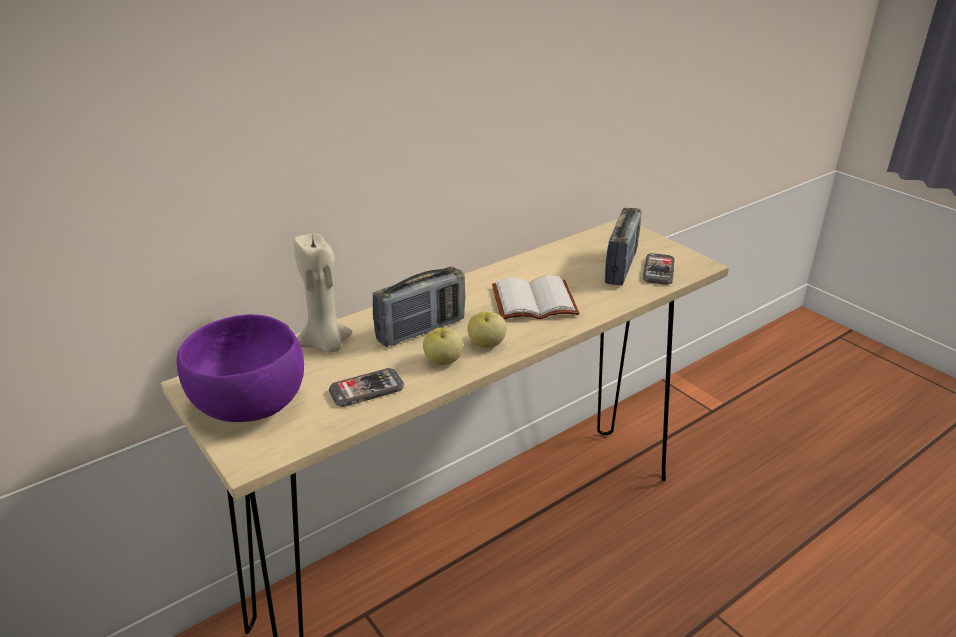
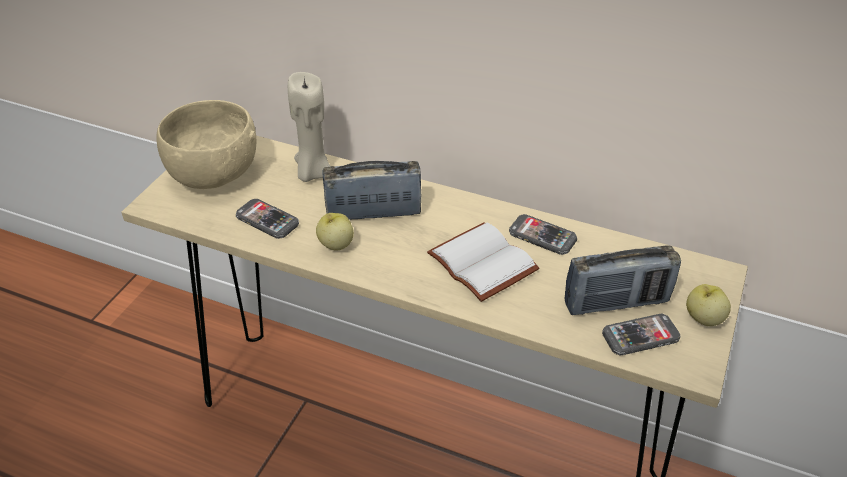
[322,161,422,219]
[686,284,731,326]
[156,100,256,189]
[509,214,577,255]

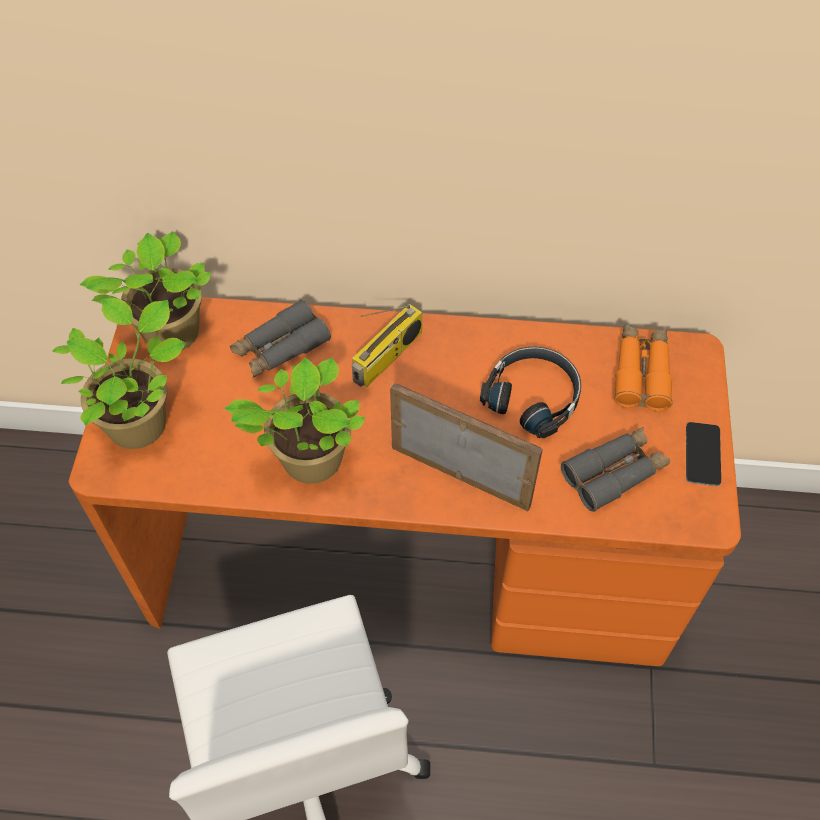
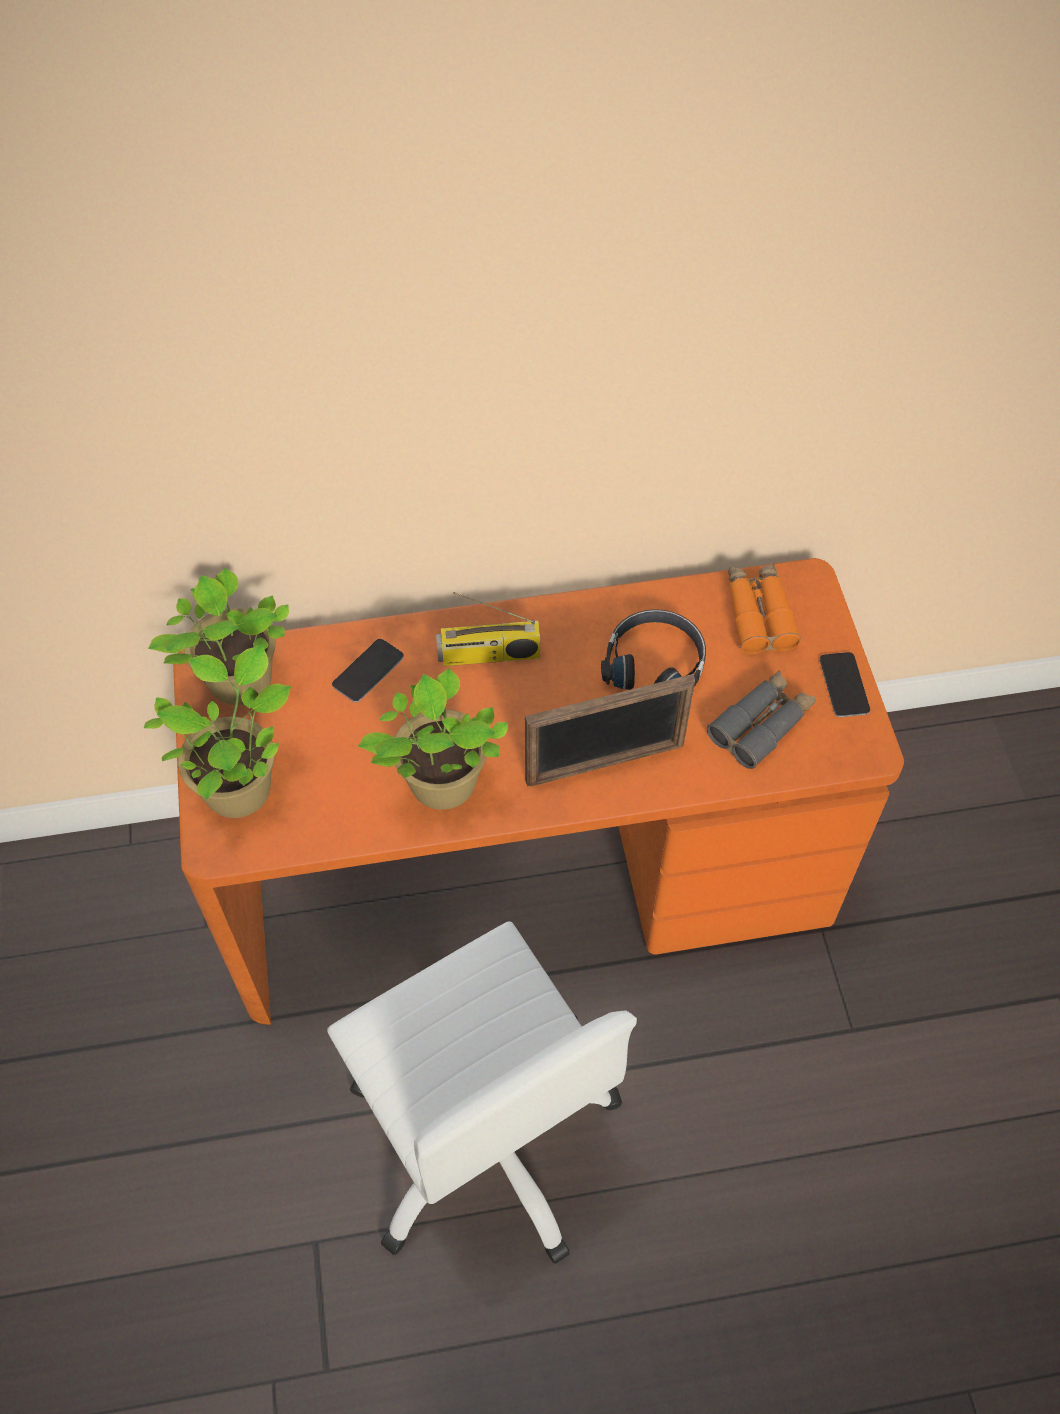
[332,639,404,702]
[436,592,540,666]
[525,674,695,787]

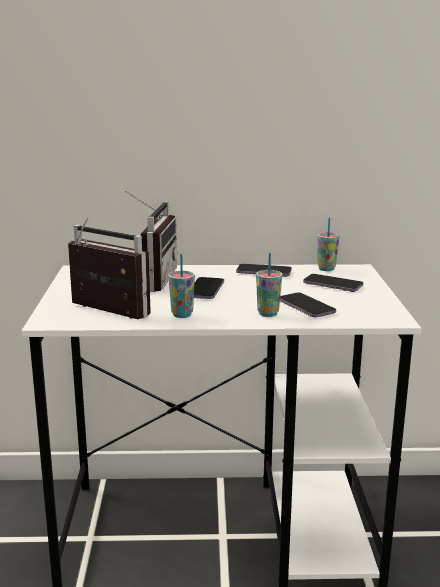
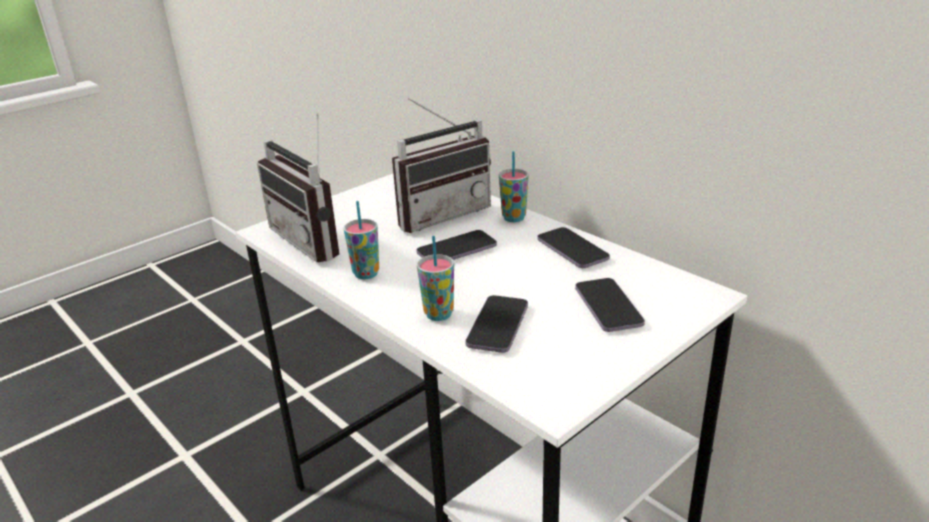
[257,113,339,262]
[499,151,529,222]

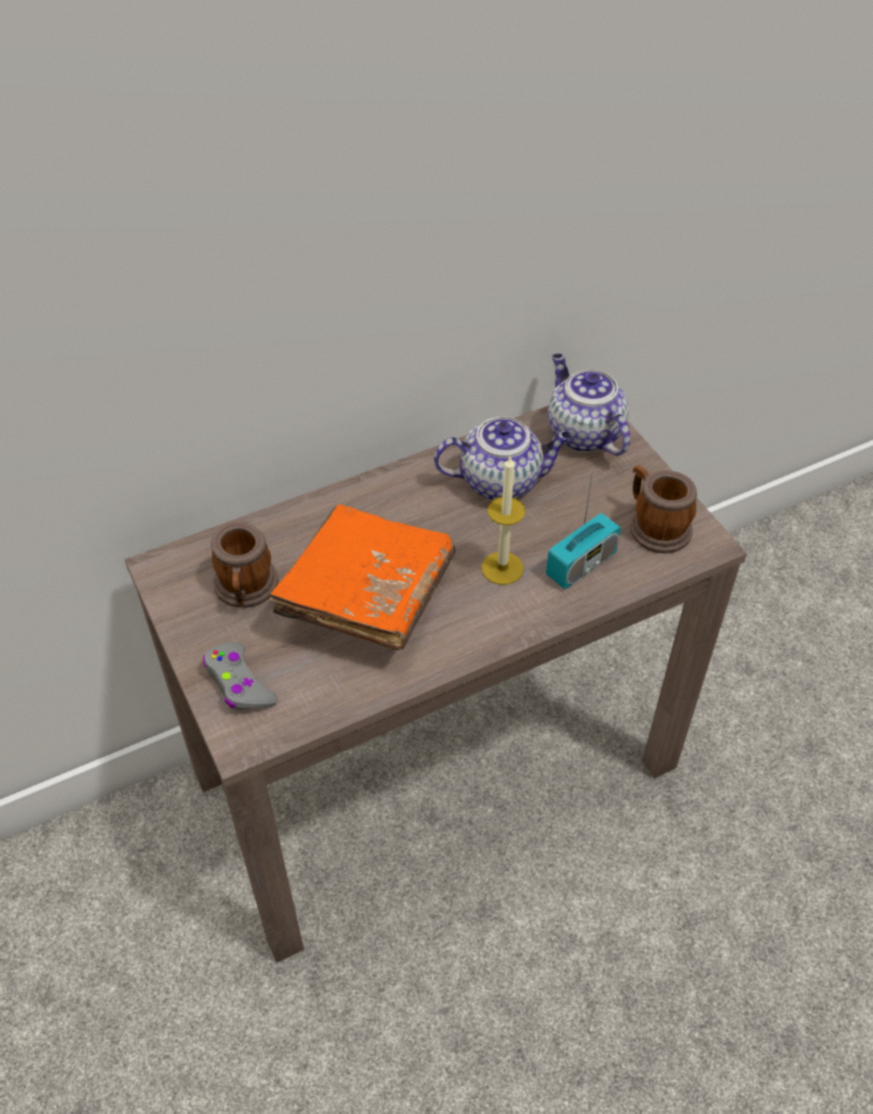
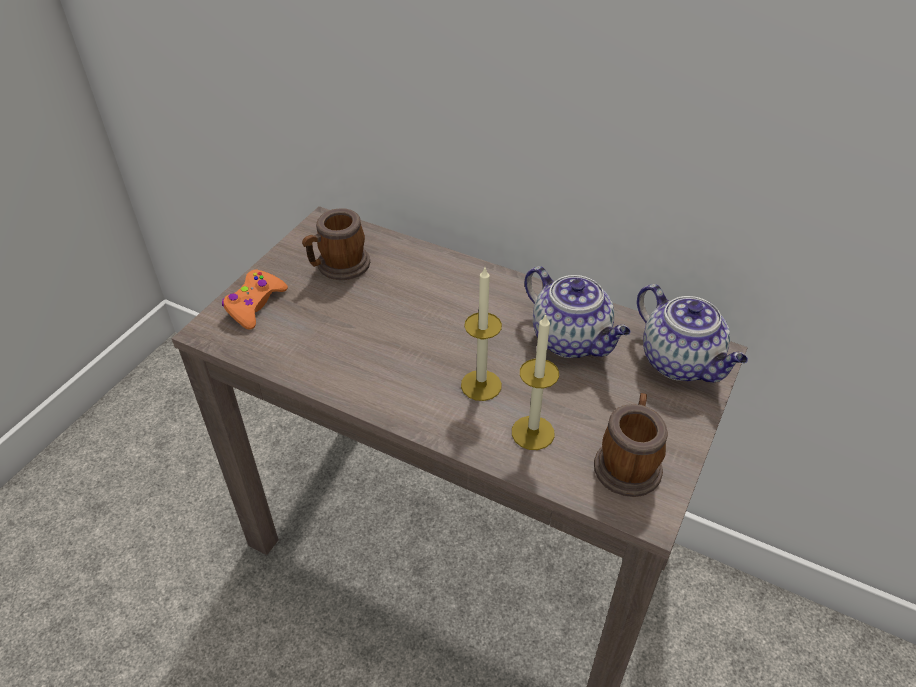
[637,284,748,382]
[512,314,559,450]
[269,504,455,651] (first image)
[222,270,288,330]

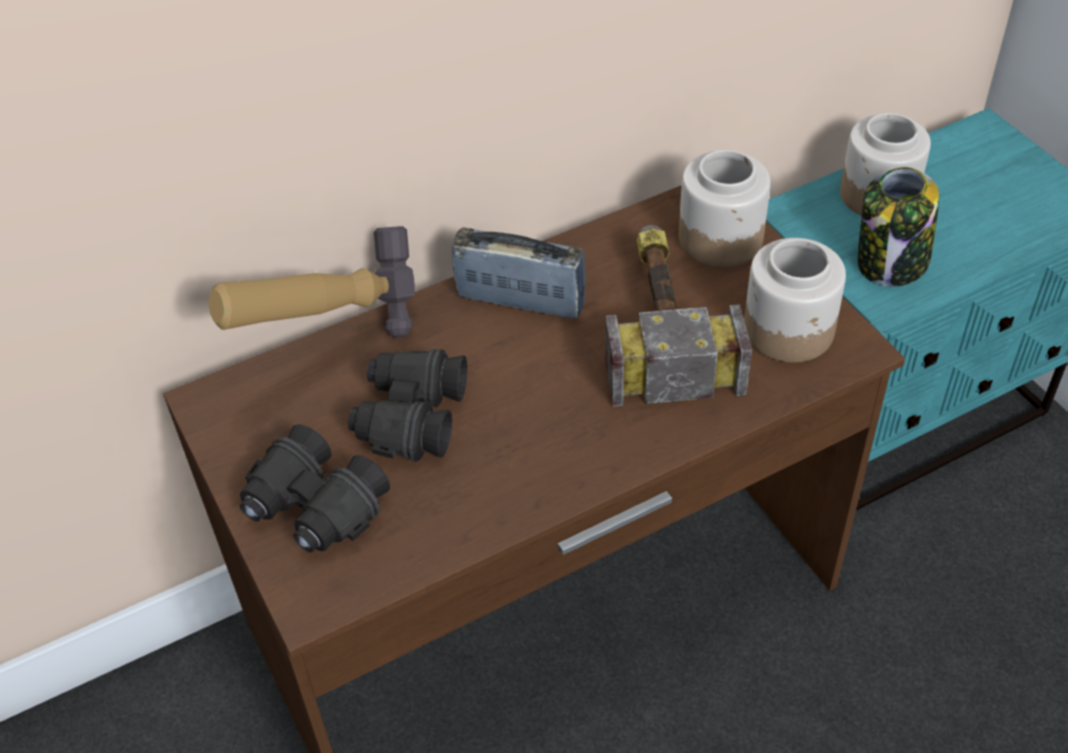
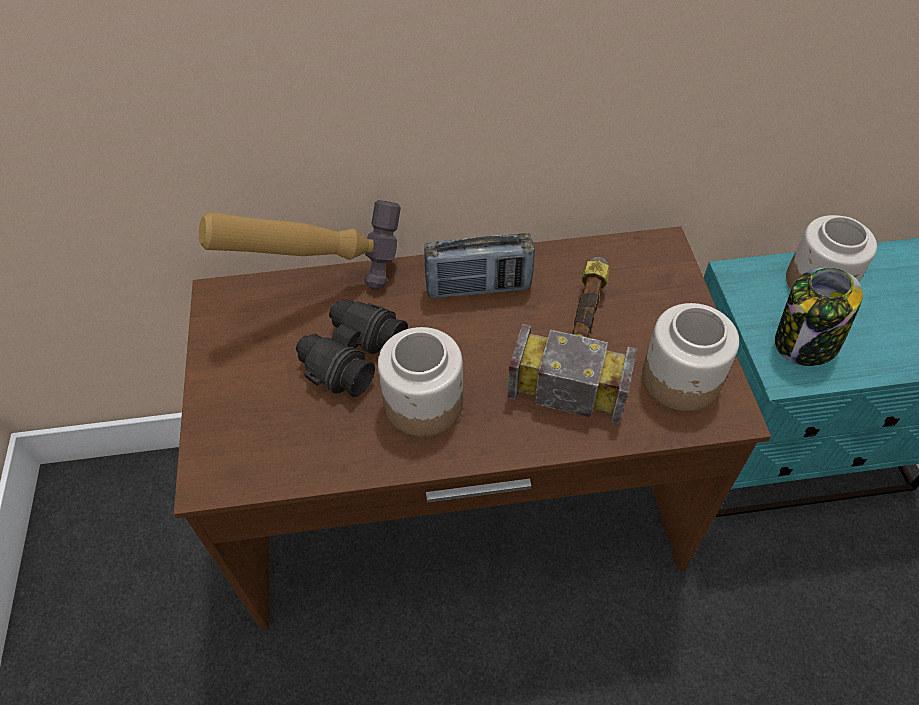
[378,327,463,437]
[424,233,535,298]
[240,424,390,553] (first image)

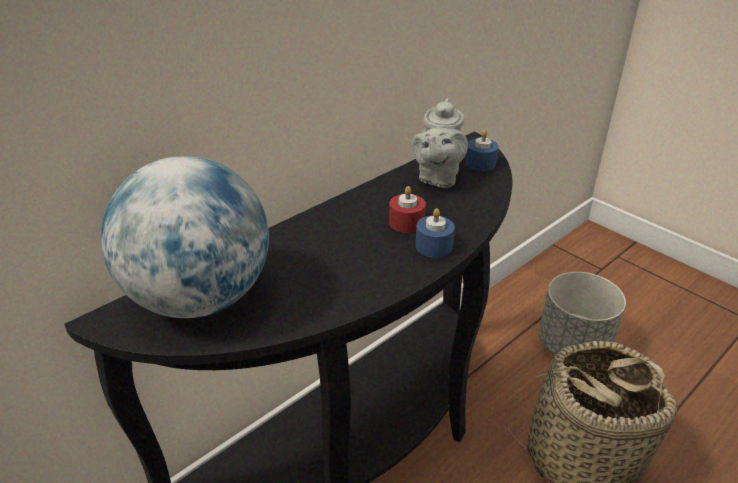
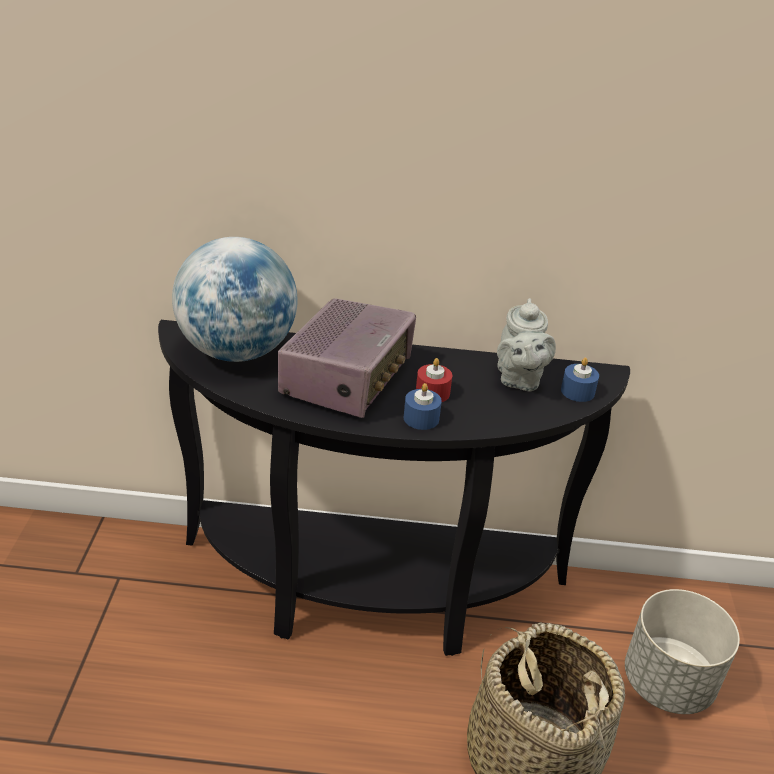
[497,298,556,391]
[278,298,416,418]

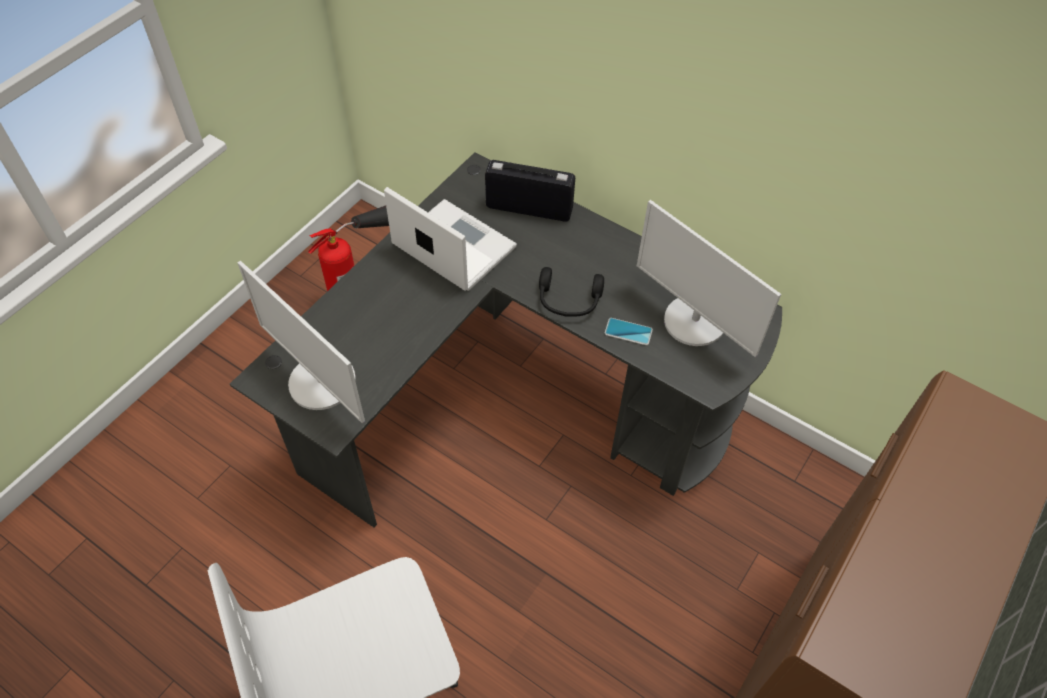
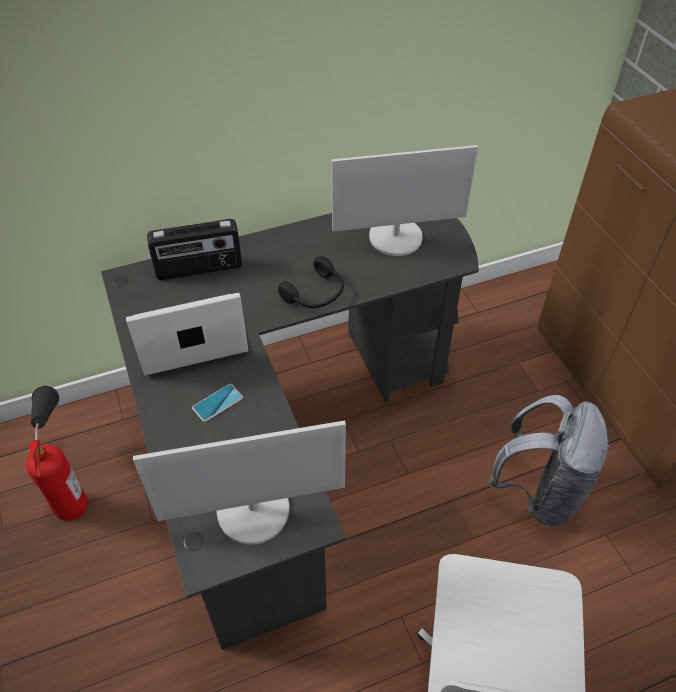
[147,219,242,280]
[192,384,243,422]
[489,395,610,526]

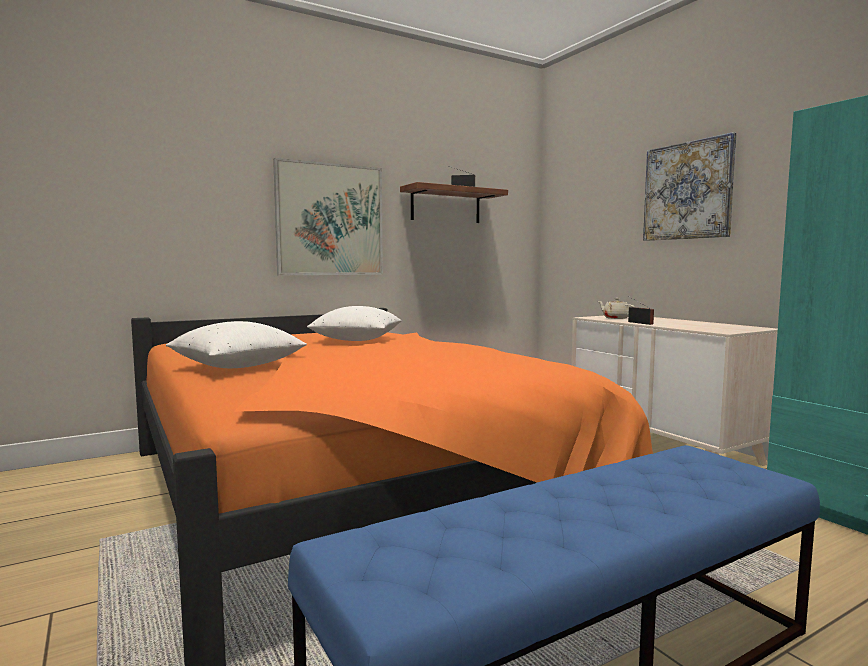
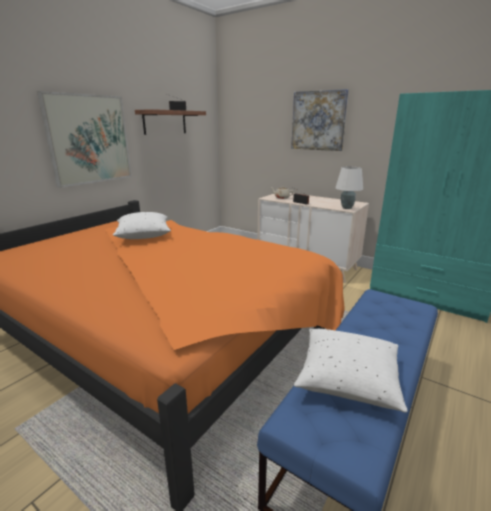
[294,329,408,413]
[335,167,363,209]

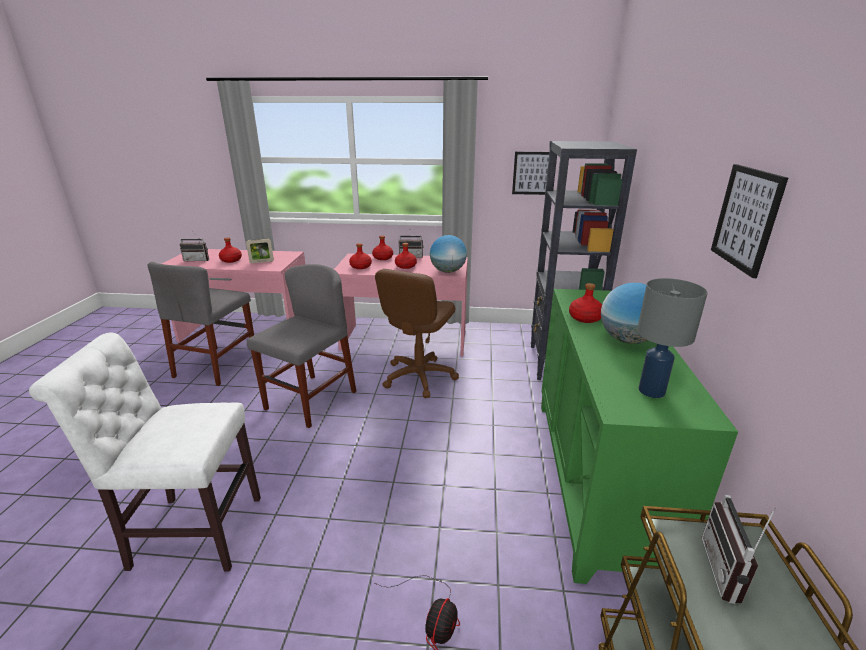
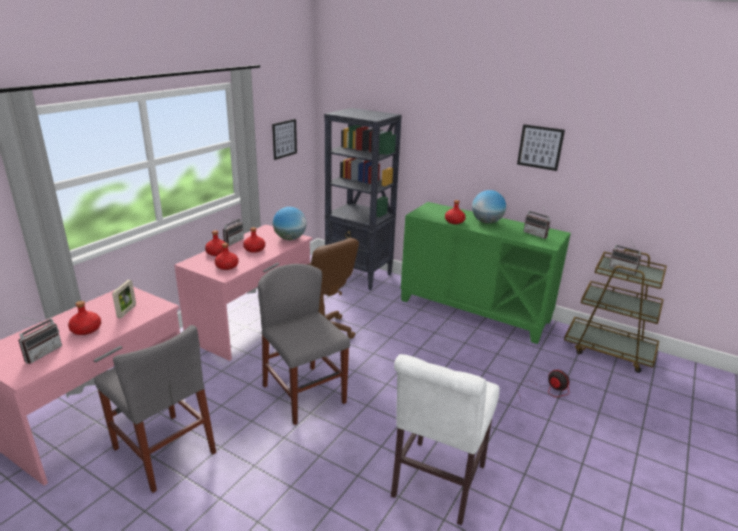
[523,205,550,239]

